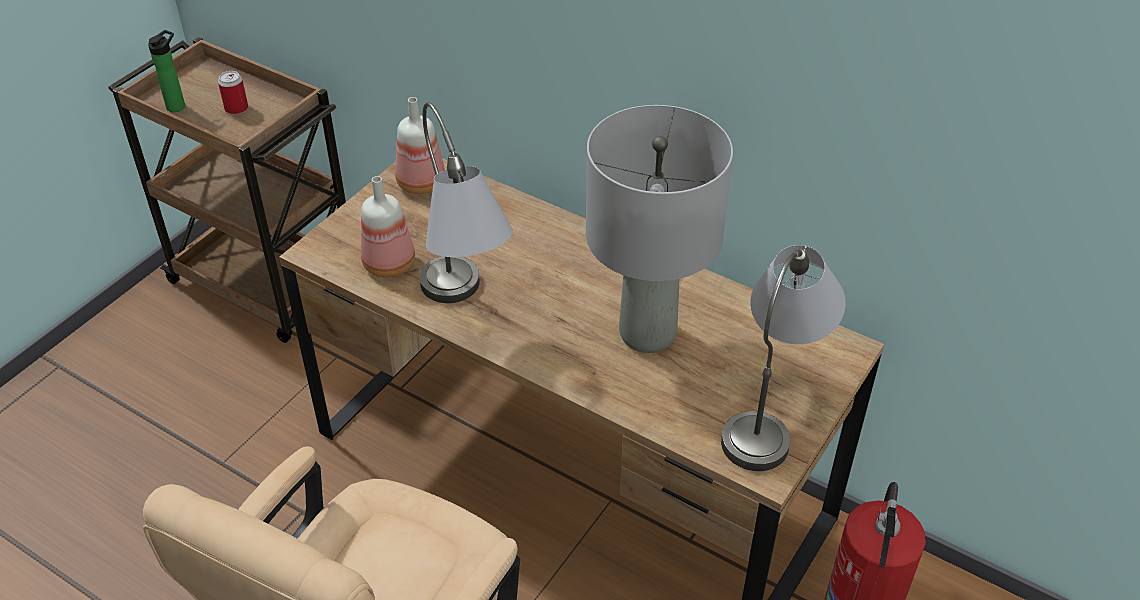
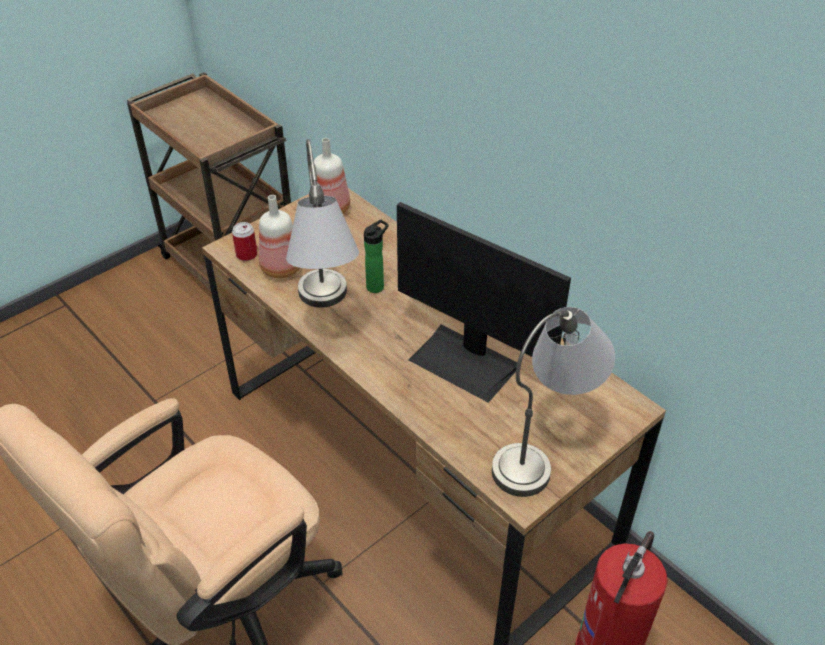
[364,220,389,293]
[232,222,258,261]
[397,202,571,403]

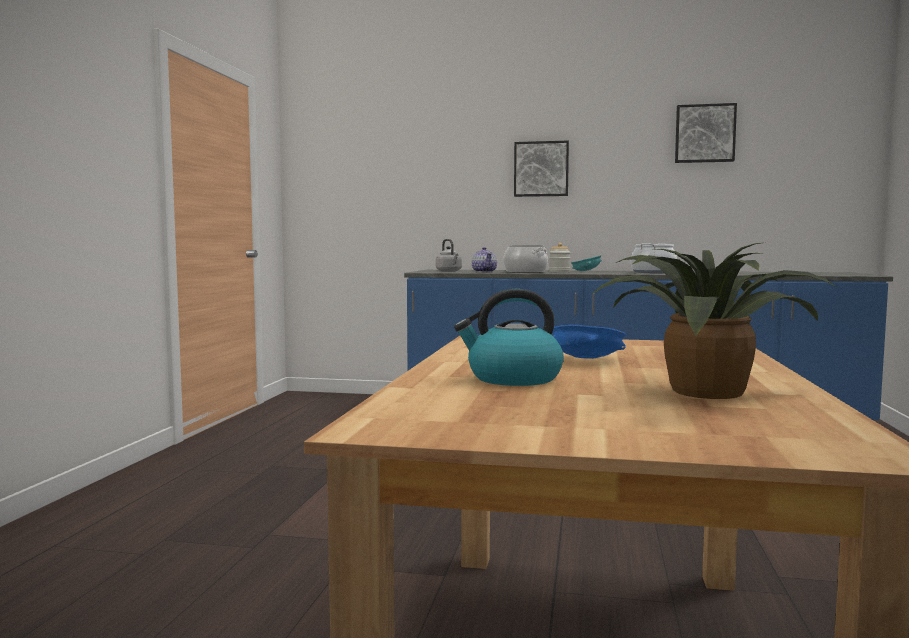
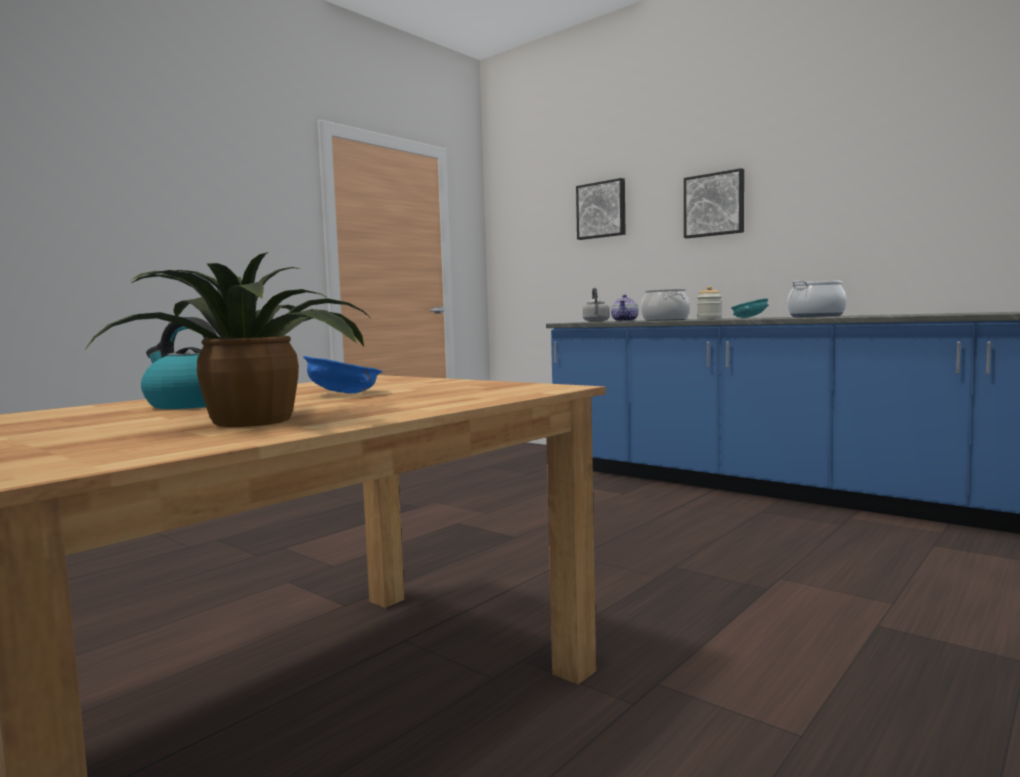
[576,178,626,240]

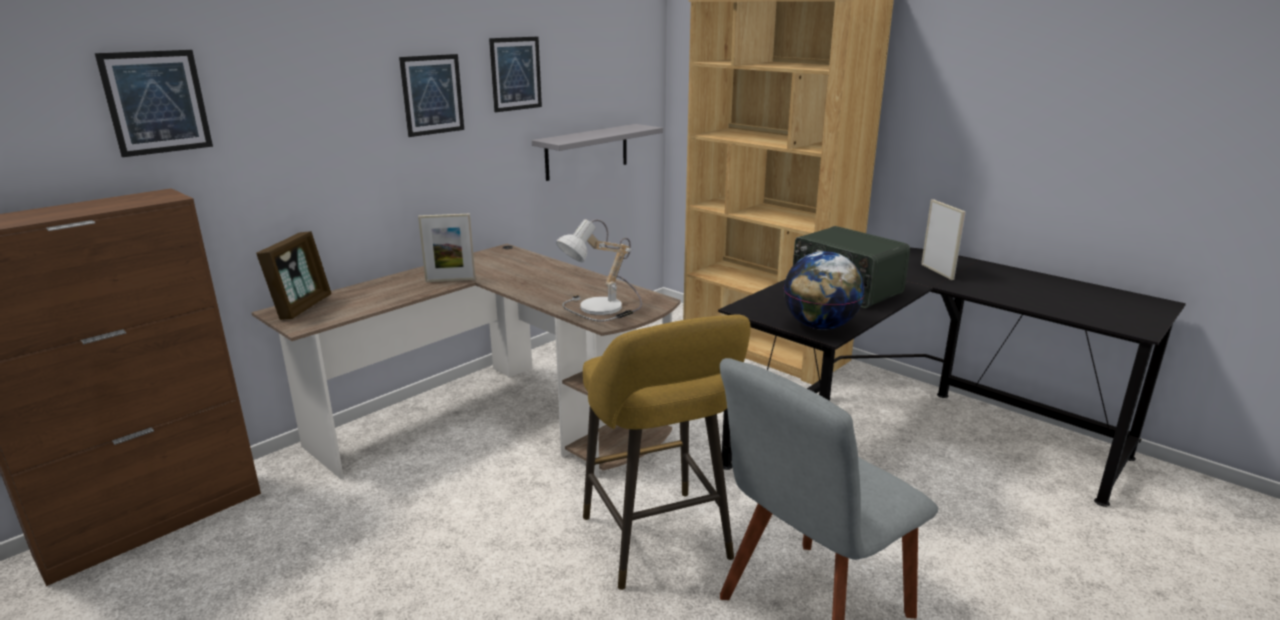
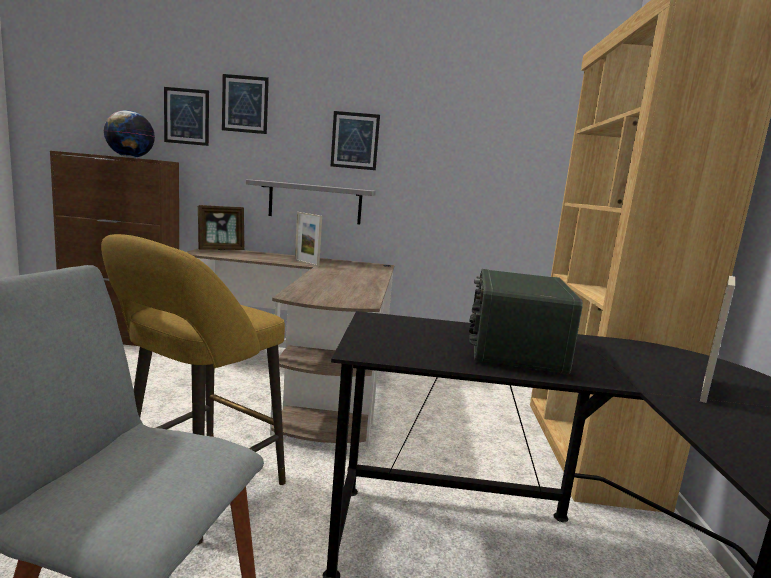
[222,74,269,134]
[246,180,376,224]
[556,219,642,322] (first image)
[104,110,155,158]

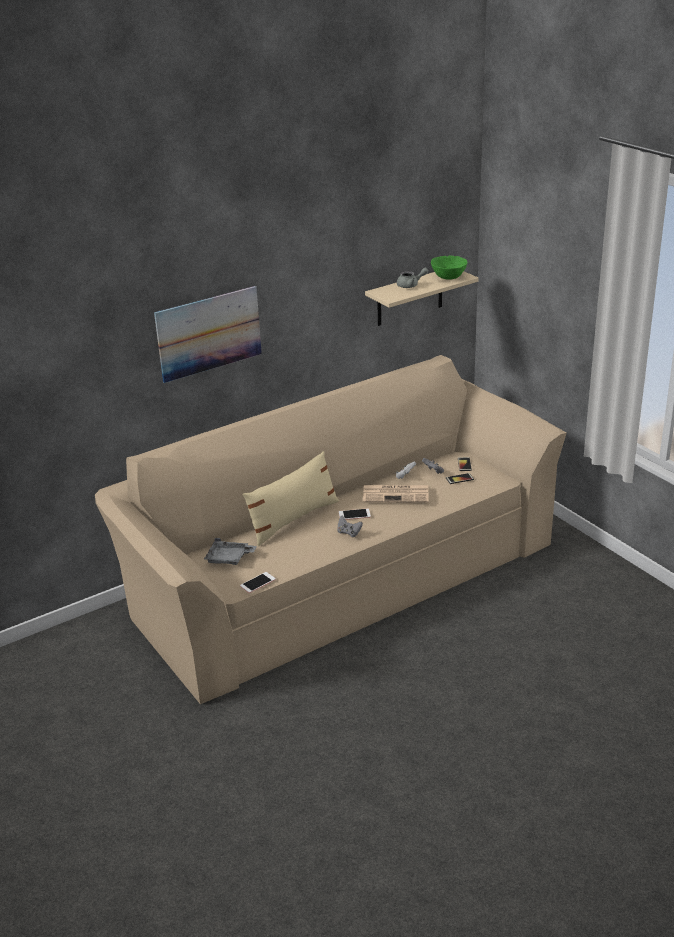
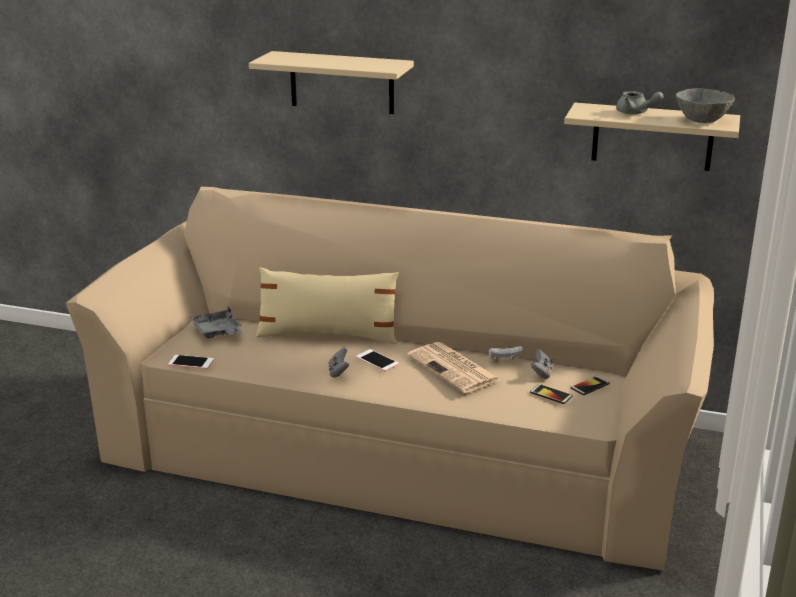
[676,88,735,123]
[249,51,414,114]

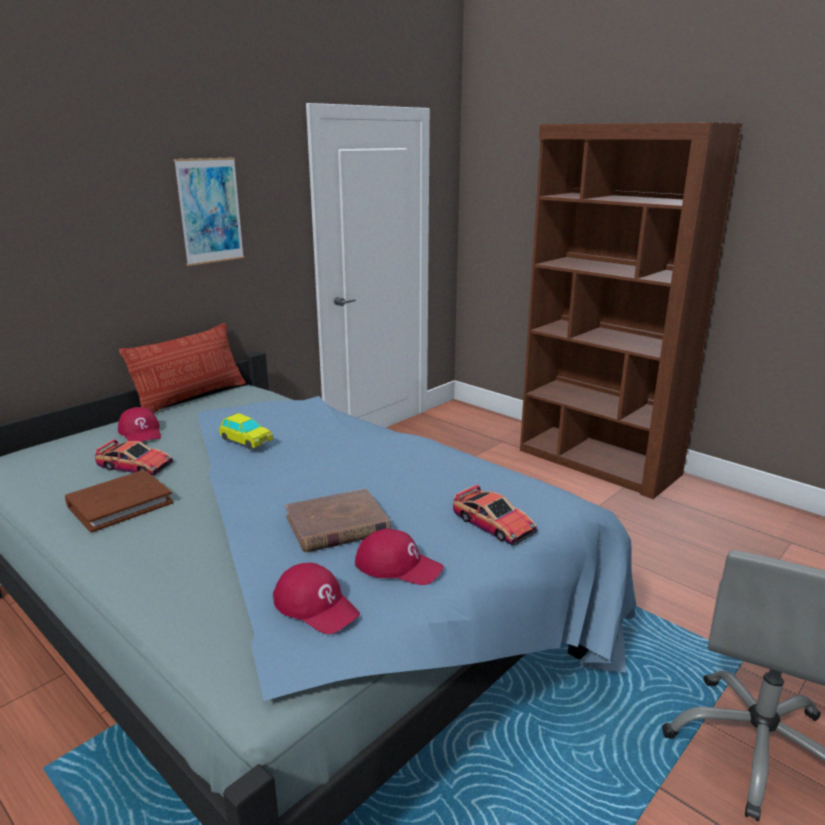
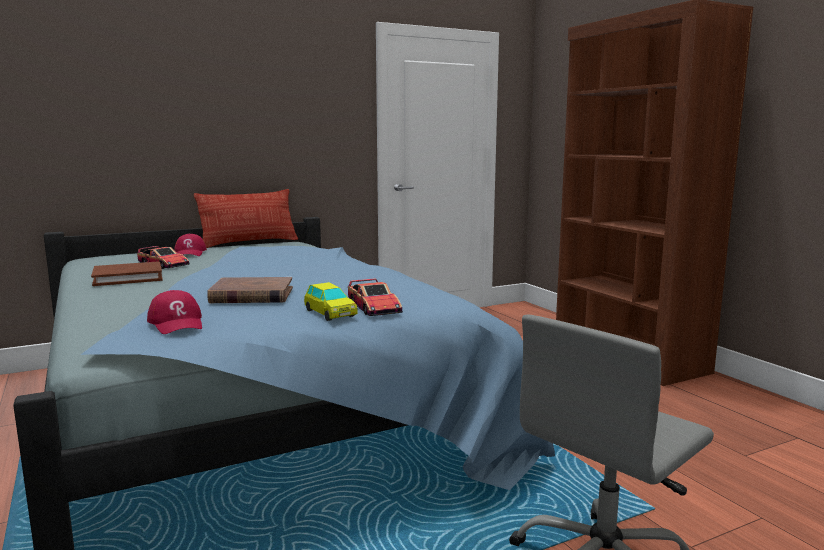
[174,157,244,266] (first image)
[304,282,358,321]
[355,529,444,585] (first image)

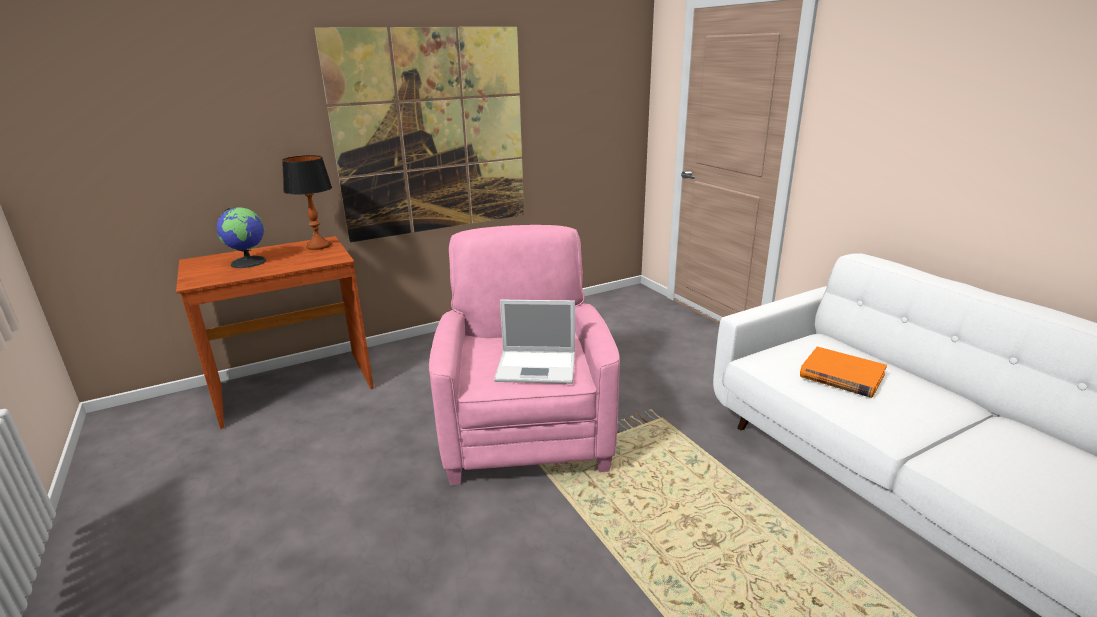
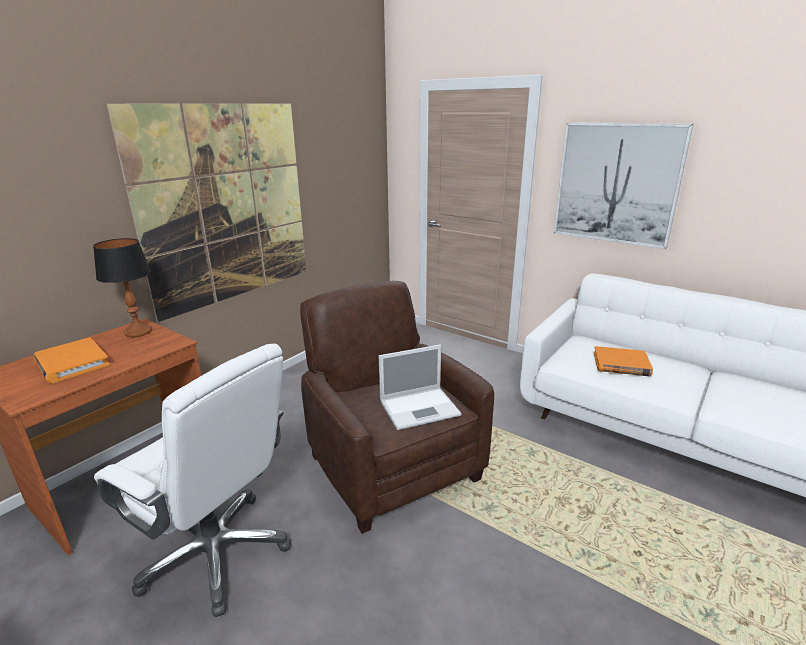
[33,337,110,384]
[300,281,494,534]
[553,123,694,249]
[94,344,291,617]

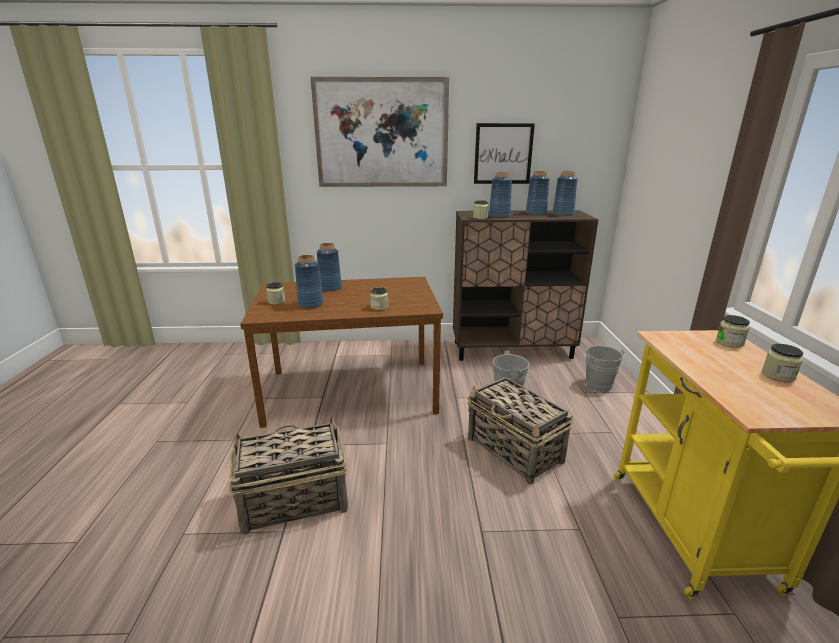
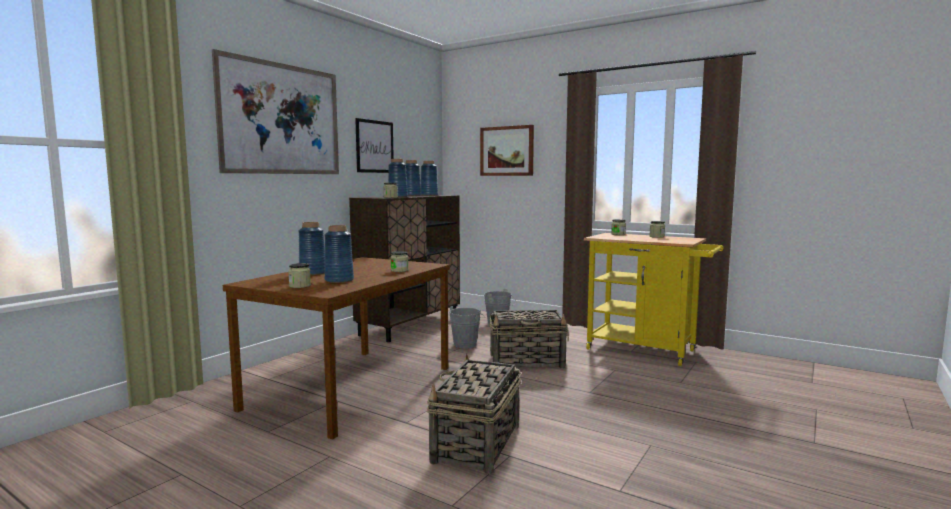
[480,125,534,176]

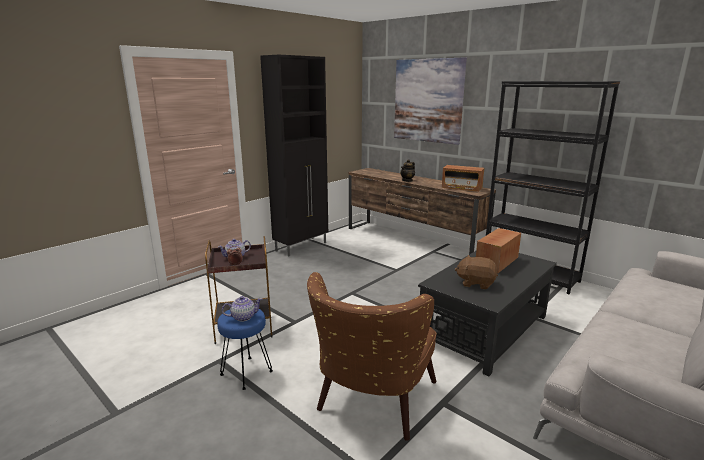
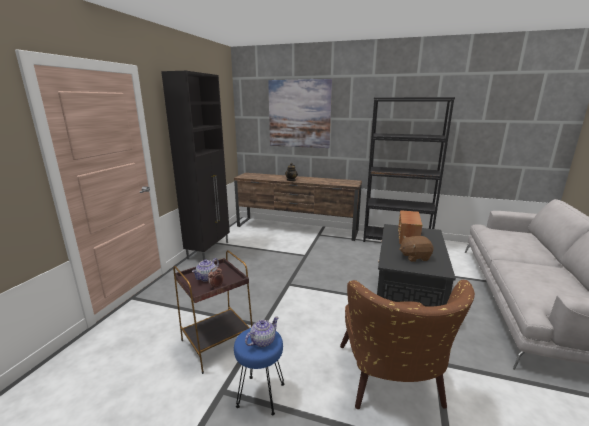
[442,165,484,192] (first image)

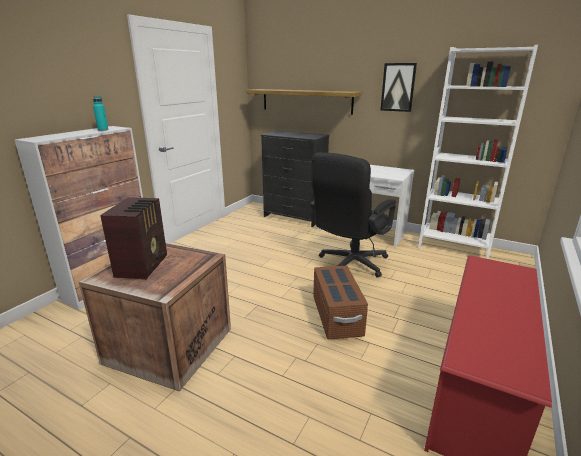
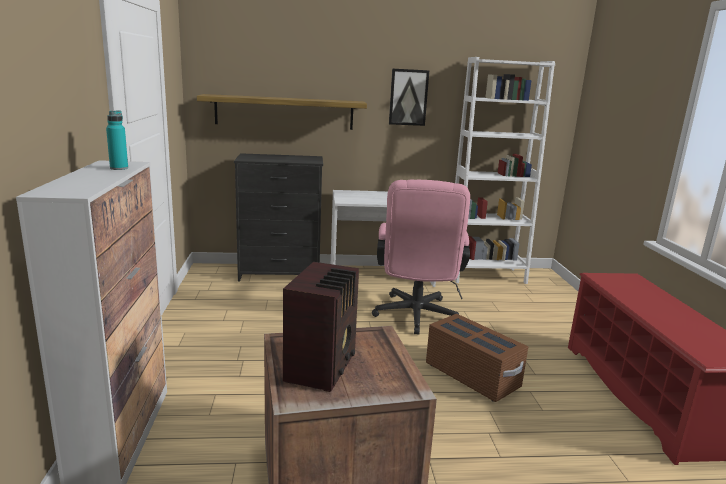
[372,180,470,335]
[283,262,359,392]

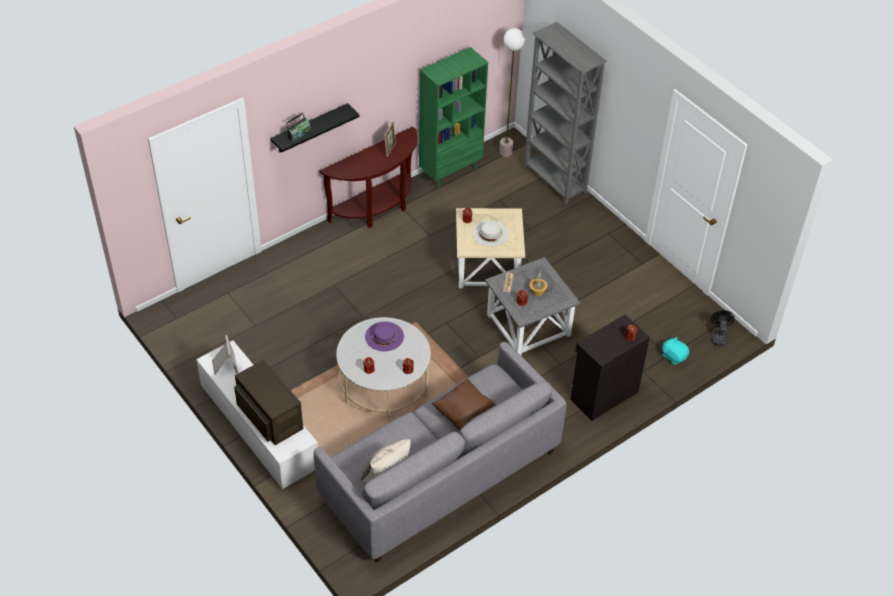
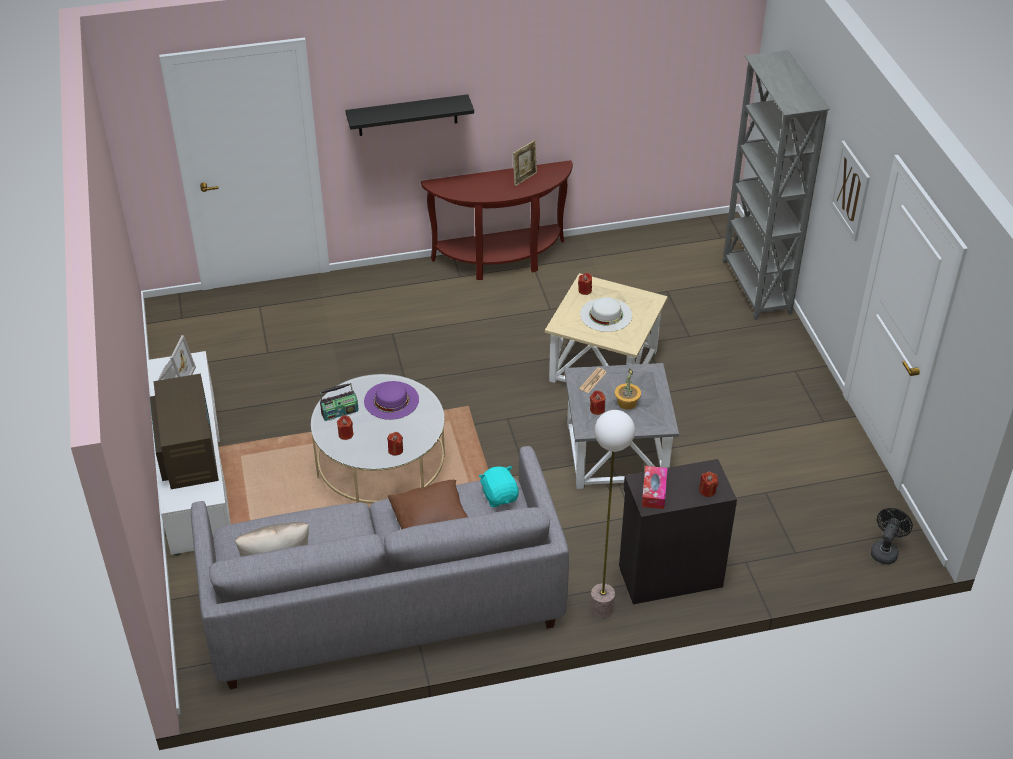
[590,410,635,618]
[419,47,488,189] (first image)
[320,383,358,421]
[479,466,519,507]
[830,141,870,241]
[642,466,668,509]

